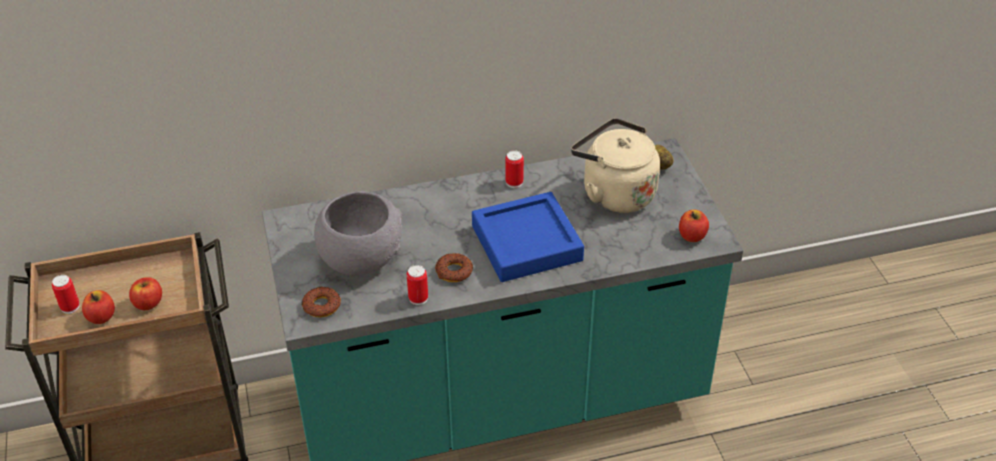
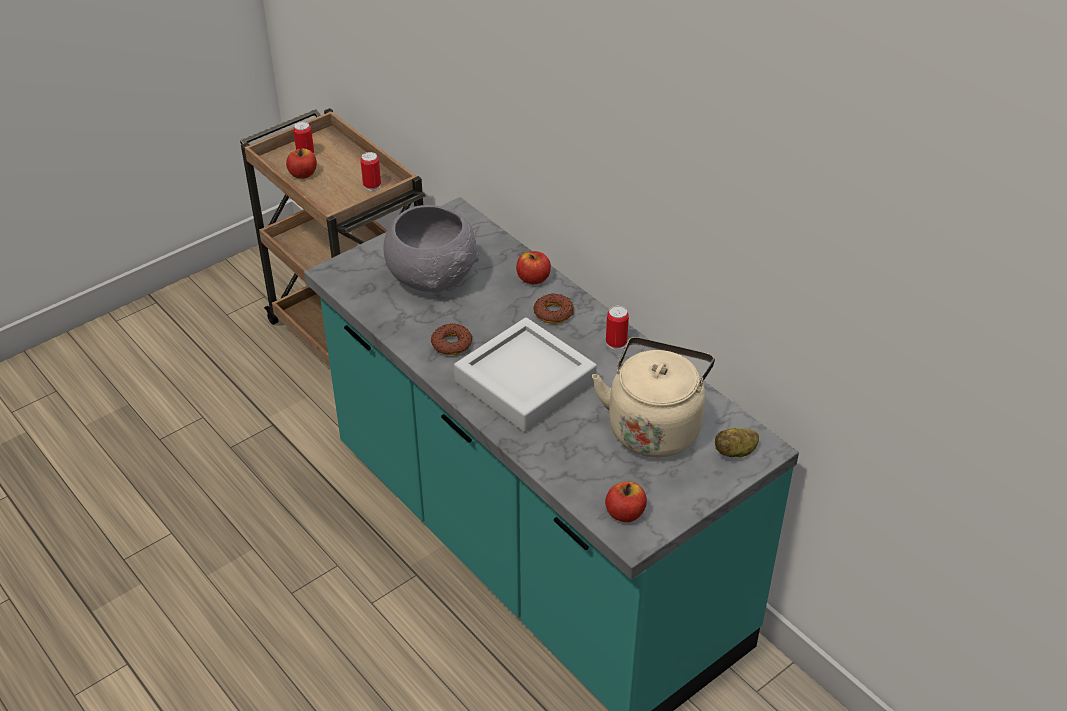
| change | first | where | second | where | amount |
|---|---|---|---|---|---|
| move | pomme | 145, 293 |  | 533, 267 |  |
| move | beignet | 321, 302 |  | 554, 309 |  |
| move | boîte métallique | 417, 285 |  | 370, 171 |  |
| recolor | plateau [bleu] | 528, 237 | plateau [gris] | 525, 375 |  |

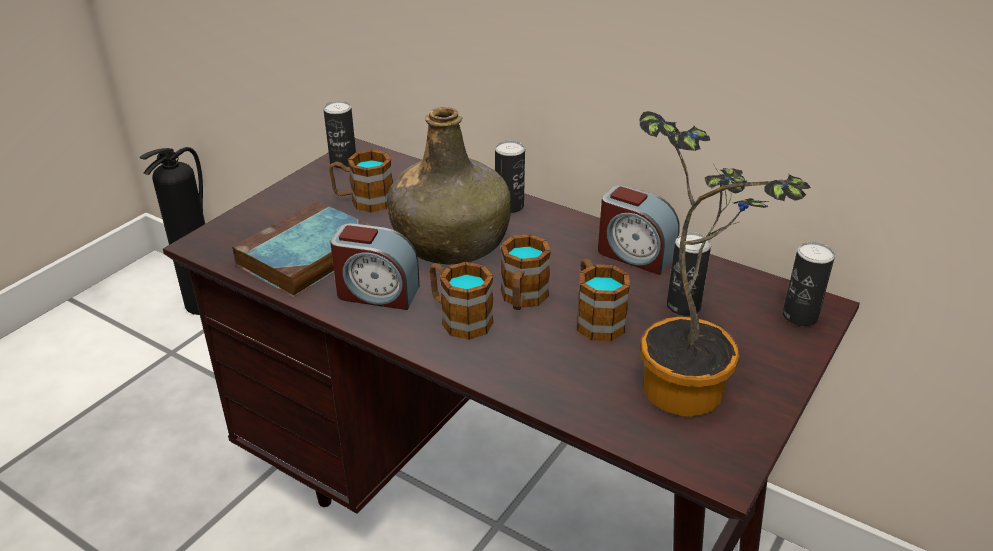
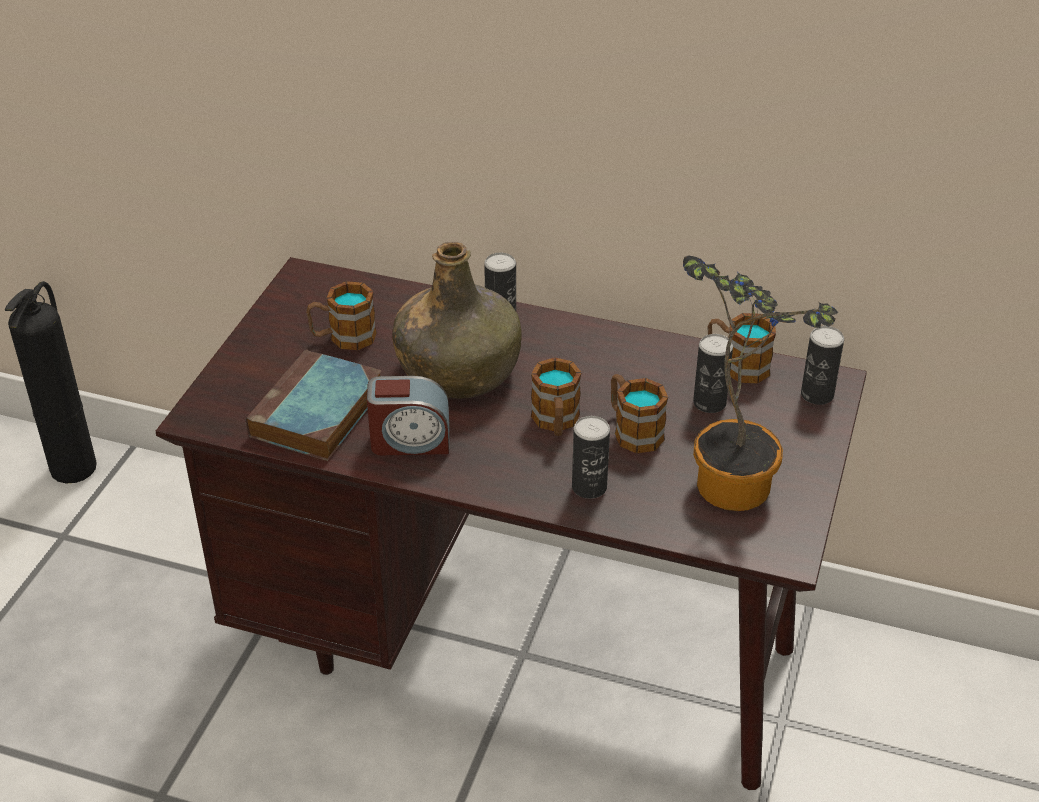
| change | first | where | second | where | amount |
|---|---|---|---|---|---|
| delete | réveil | 639, 230 |  |  |  |
| move | boîte métallique | 339, 135 |  | 591, 457 |  |
| move | mug | 461, 301 |  | 742, 348 |  |

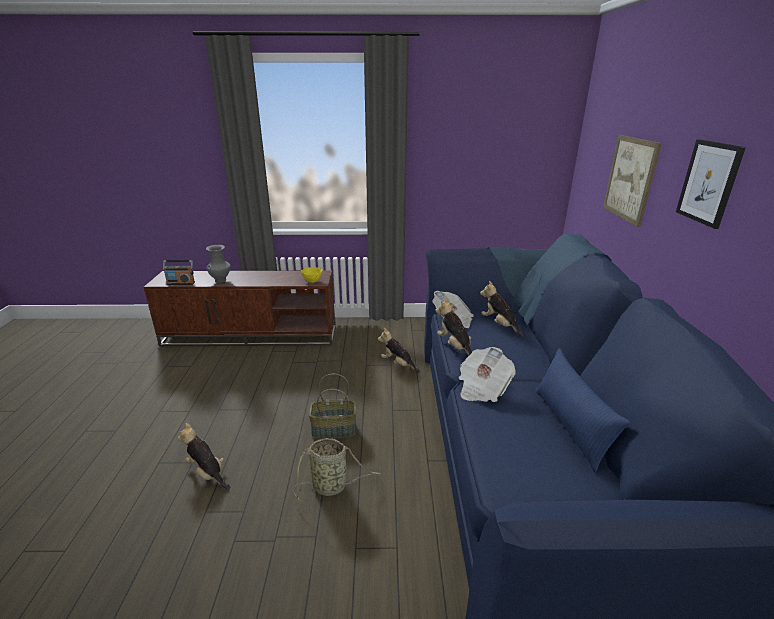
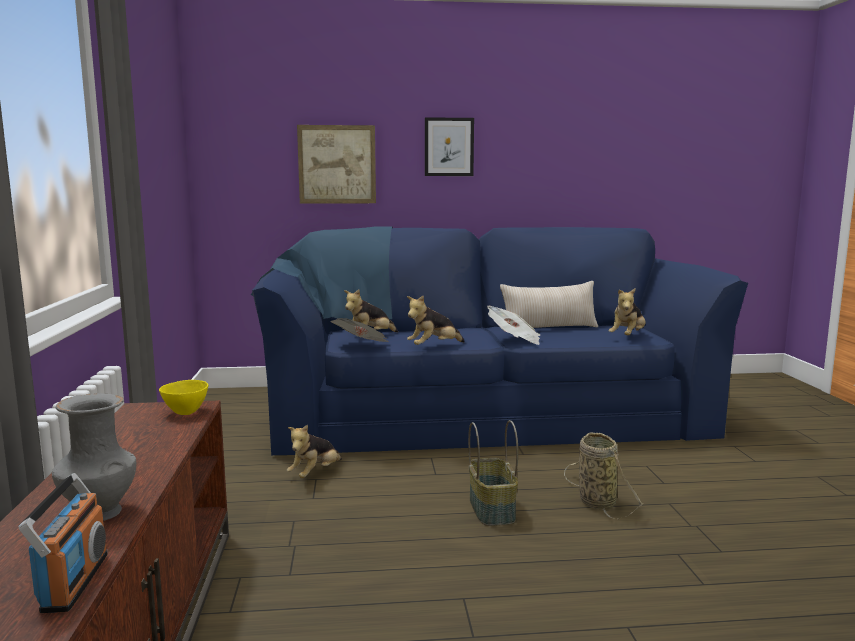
| change | first | where | second | where | amount |
|---|---|---|---|---|---|
| move | peluche | 204, 456 |  | 627, 311 |  |
| recolor | coussin [bleu] | 582, 410 | coussin [beige] | 549, 304 |  |

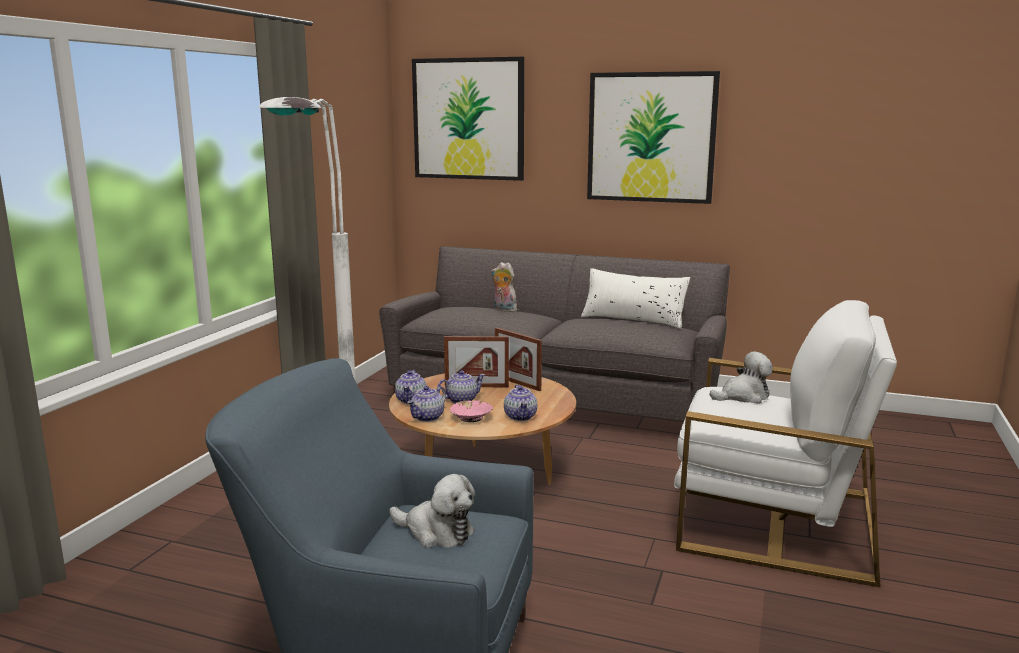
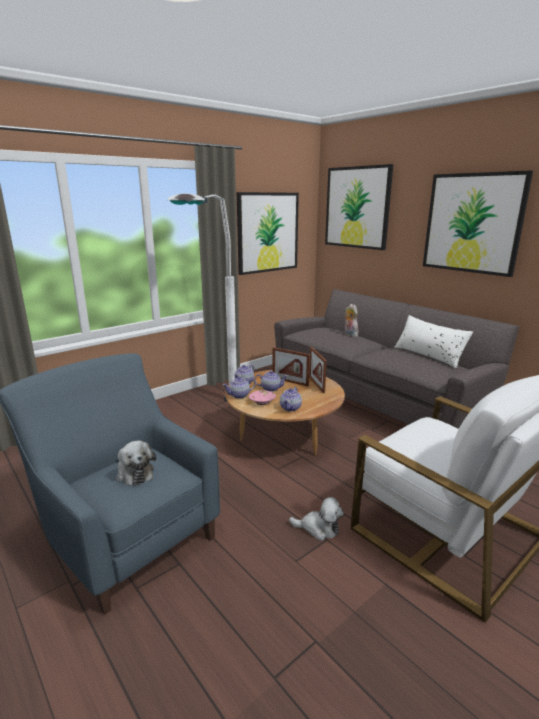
| change | first | where | second | where | amount |
|---|---|---|---|---|---|
| insert |  |  | tableau | 268, 233 |  |
| move | peluche | 741, 378 |  | 316, 519 |  |

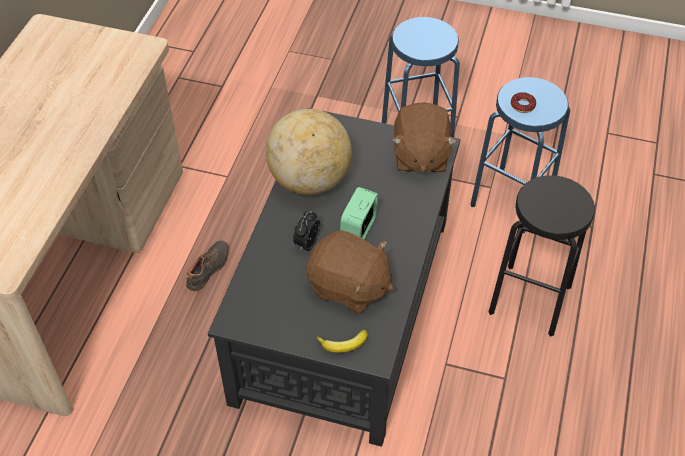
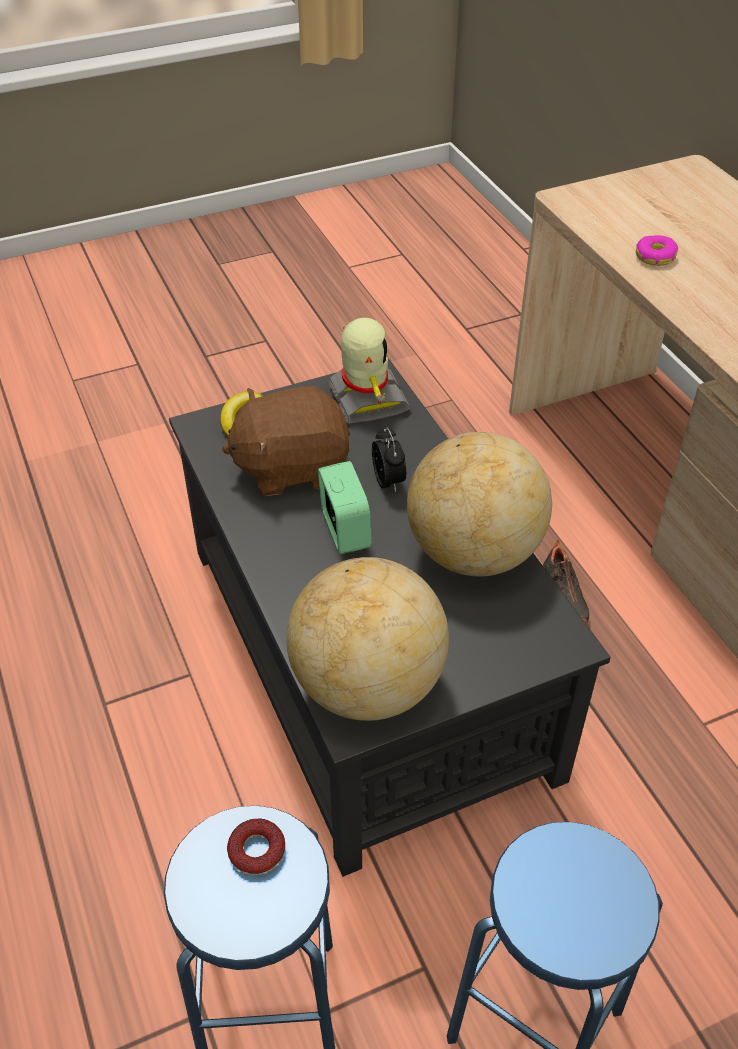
| change | first | where | second | where | amount |
|---|---|---|---|---|---|
| delete | tabouret [noir] | 542, 255 |  |  |  |
| insert |  |  | robot jouet | 370, 371 |  |
| insert |  |  | beignet | 657, 250 |  |
| replace | peluche [marron] | 424, 137 | globe | 367, 639 |  |

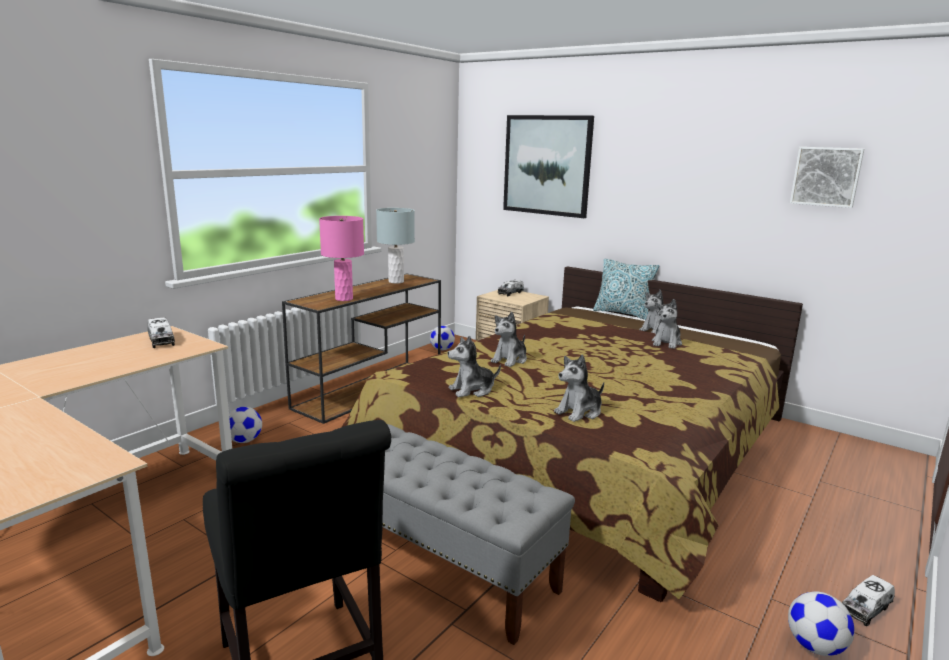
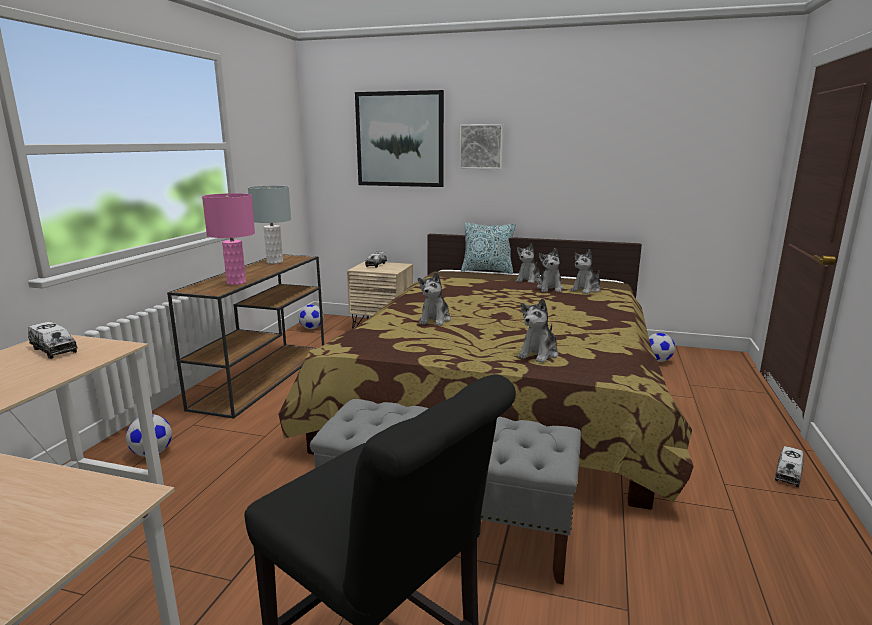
| change | first | where | second | where | amount |
|---|---|---|---|---|---|
| move | peluche | 474, 366 |  | 585, 271 |  |
| move | ballon de foot | 821, 623 |  | 662, 347 |  |
| move | tableau | 827, 177 |  | 481, 146 |  |

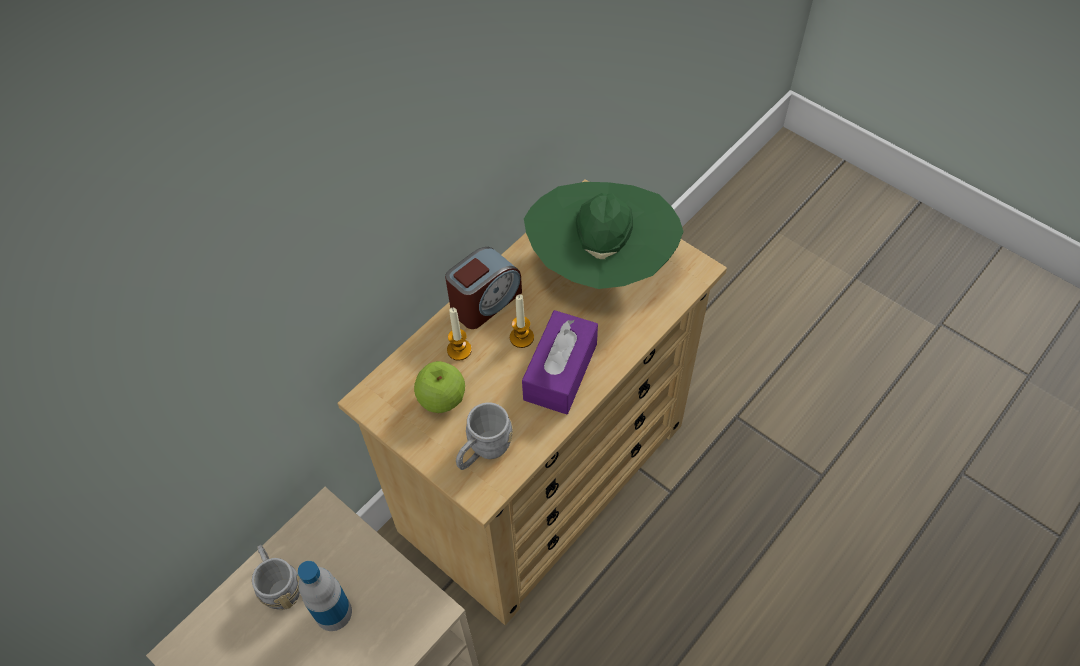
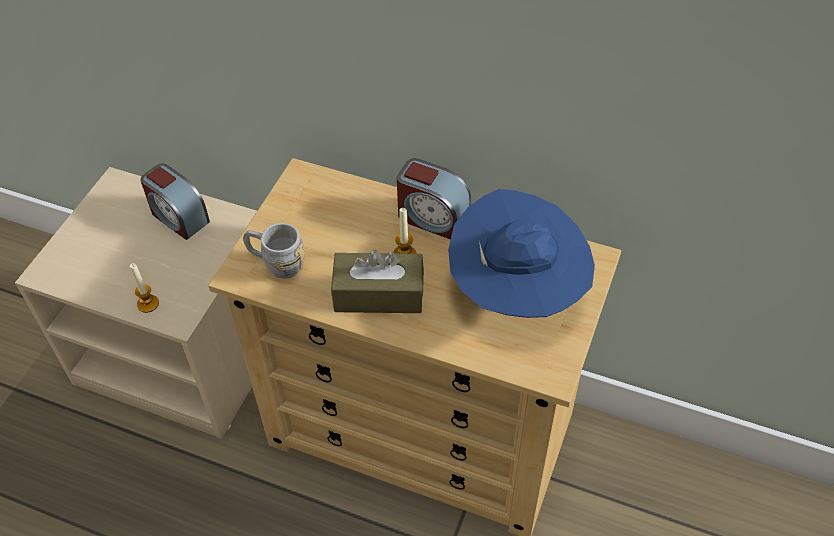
| change | first | where | second | where | amount |
|---|---|---|---|---|---|
| delete | bouteille | 325, 596 |  |  |  |
| delete | pomme | 439, 387 |  |  |  |
| move | bougie | 459, 334 |  | 144, 288 |  |
| replace | mug [gris] | 276, 577 | réveil | 175, 201 |  |
| recolor | boîte à mouchoirs [violet] | 560, 362 | boîte à mouchoirs [marron] | 377, 281 |  |
| recolor | chapeau [vert] | 603, 235 | chapeau [bleu] | 521, 253 |  |

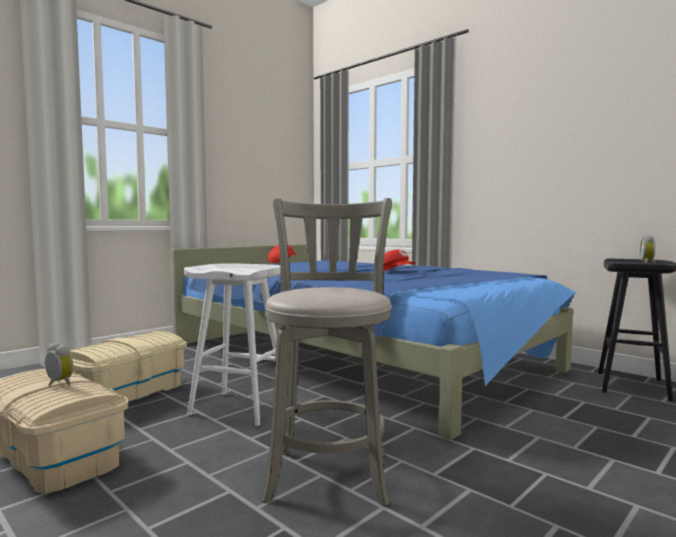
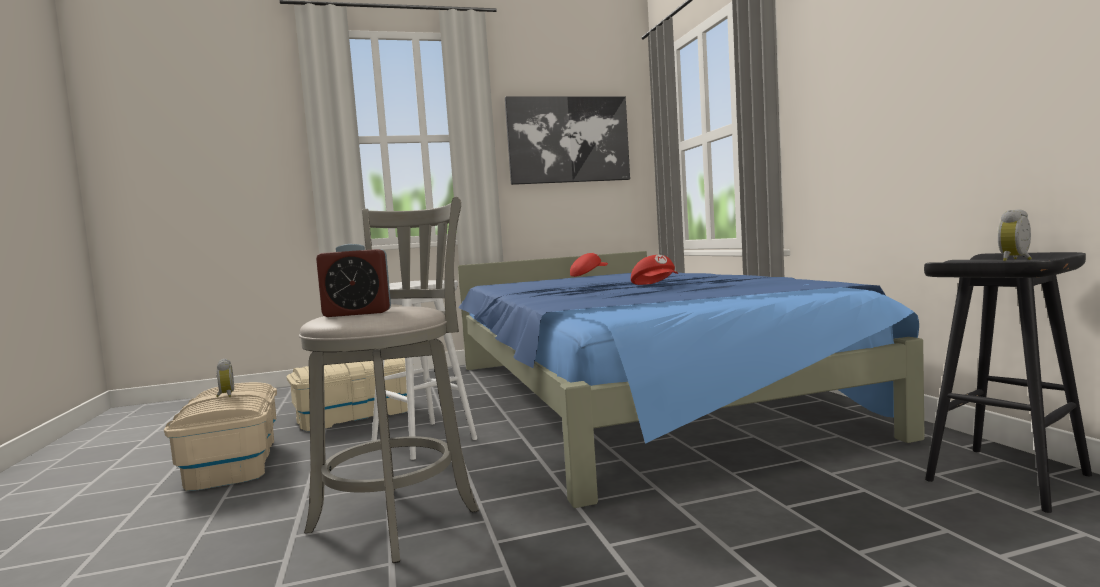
| change | first | where | second | where | amount |
|---|---|---|---|---|---|
| insert |  |  | réveil | 353, 280 |  |
| insert |  |  | tableau | 567, 140 |  |

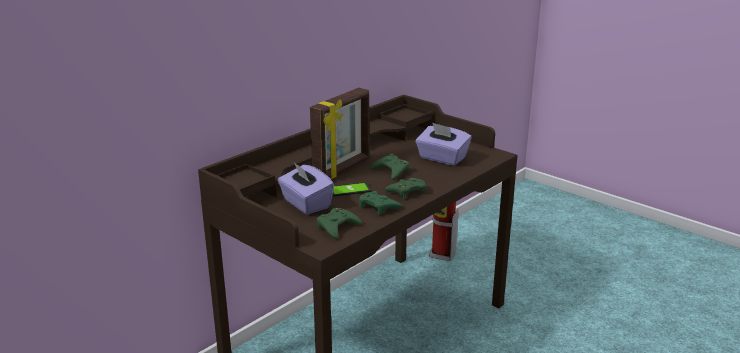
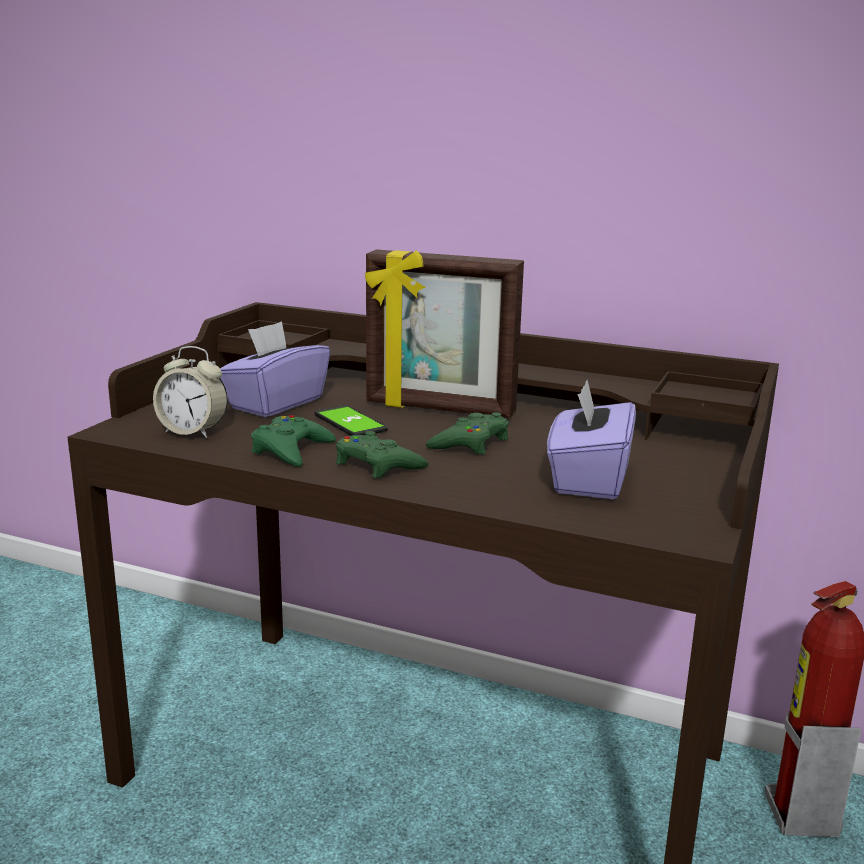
| change | first | where | second | where | amount |
|---|---|---|---|---|---|
| replace | manette [vert] | 339, 223 | réveil | 190, 392 |  |

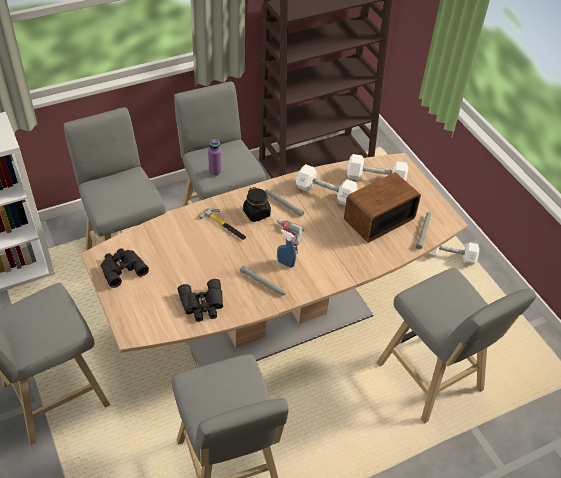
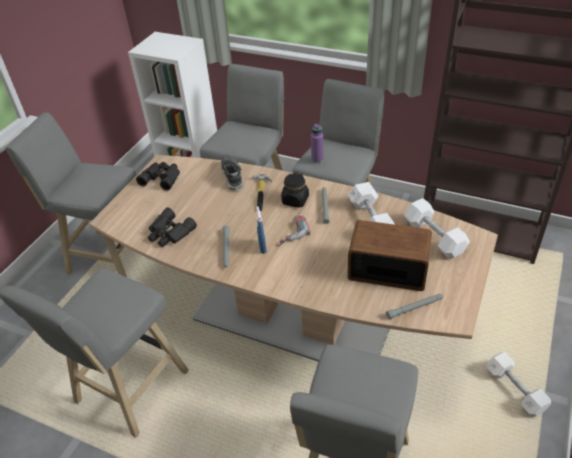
| change | first | where | second | where | amount |
|---|---|---|---|---|---|
| insert |  |  | chaussure | 232, 173 |  |

